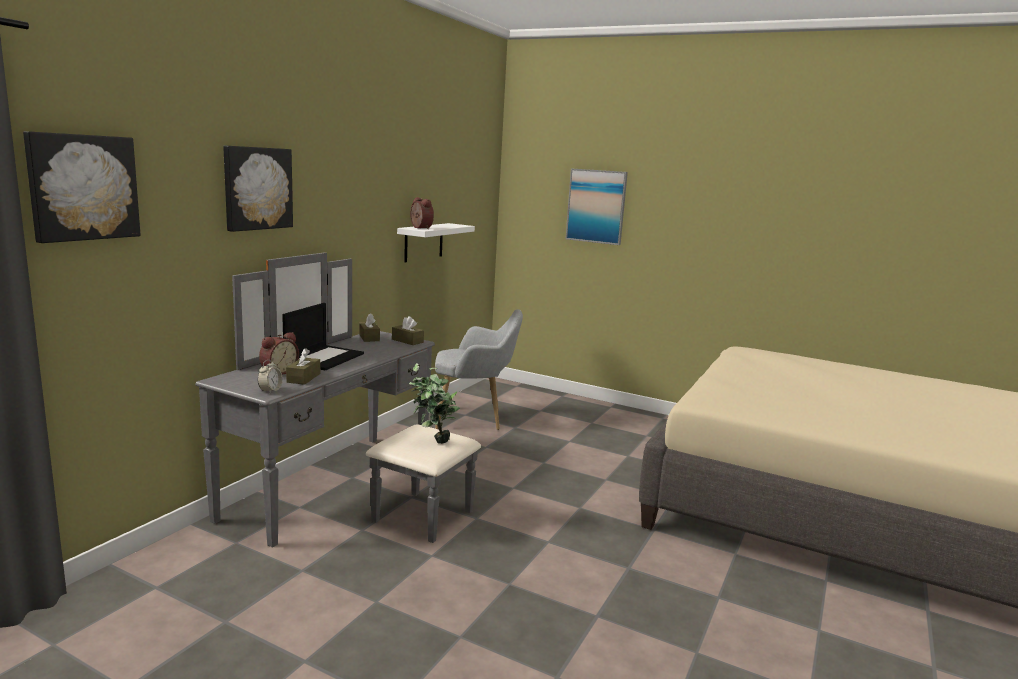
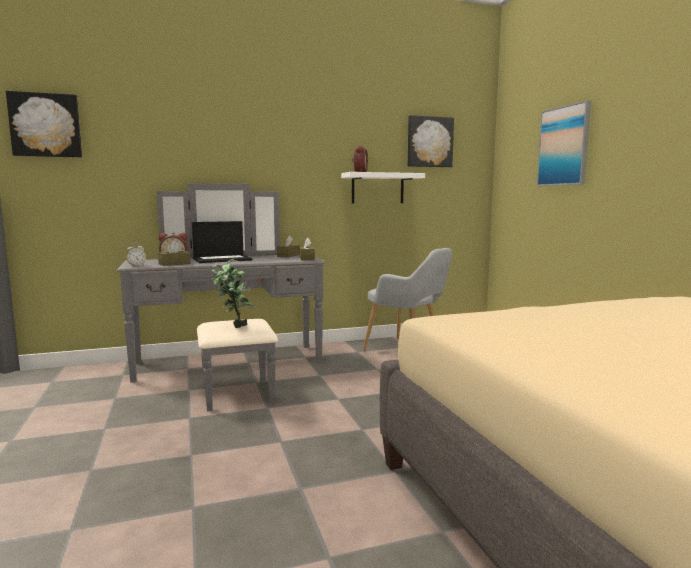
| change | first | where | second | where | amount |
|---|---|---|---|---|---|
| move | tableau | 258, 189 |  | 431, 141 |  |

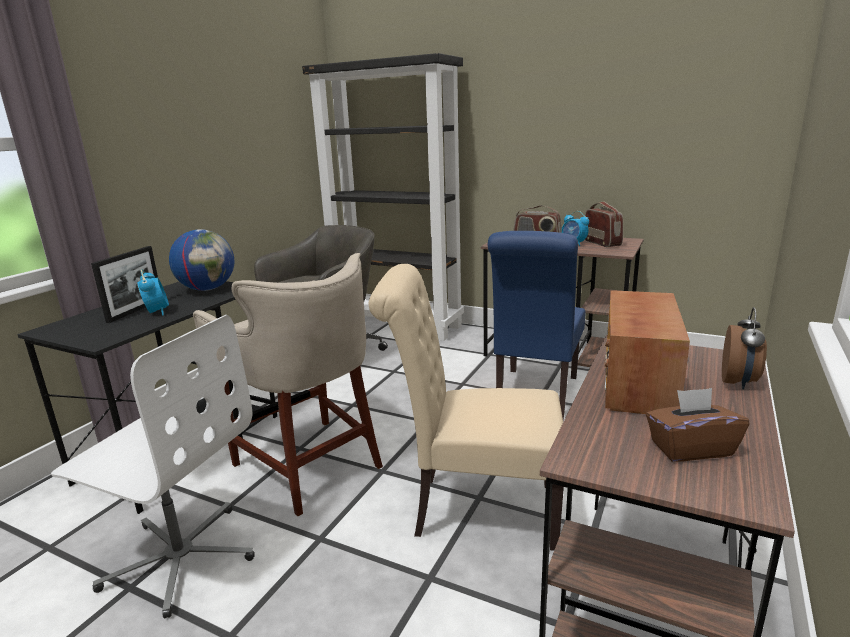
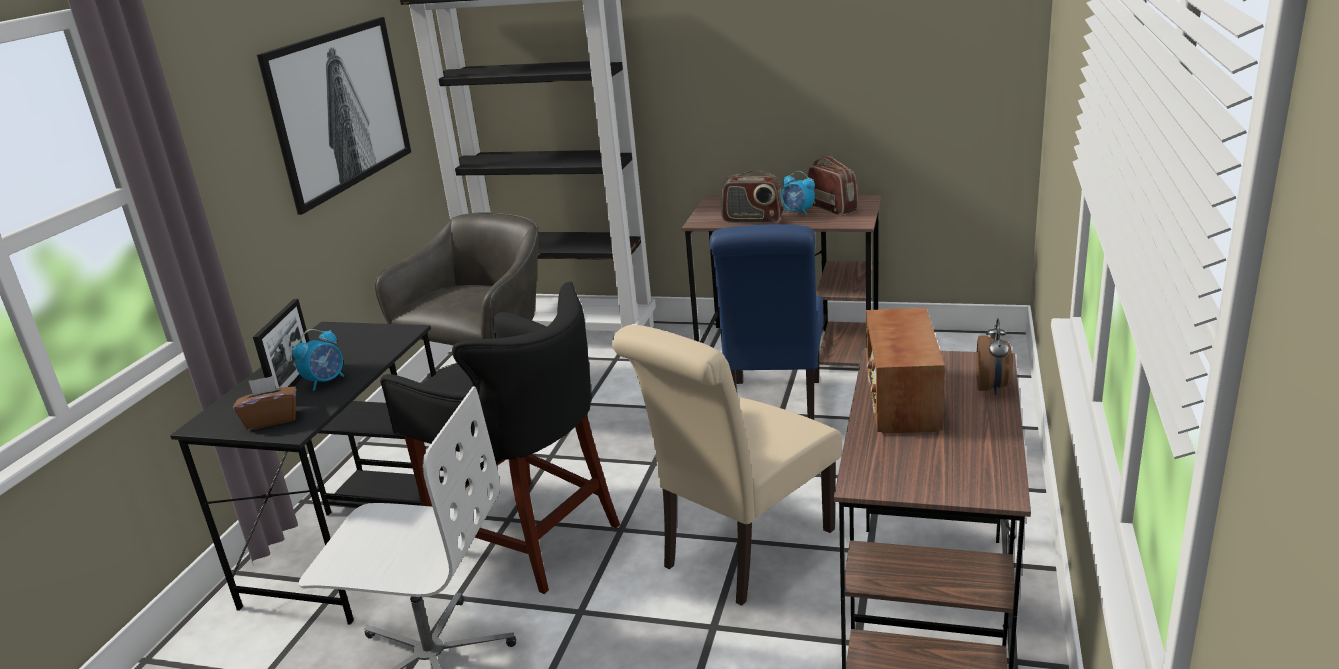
| change | first | where | second | where | amount |
|---|---|---|---|---|---|
| delete | globe | 201, 260 |  |  |  |
| insert |  |  | tableau | 334, 115 |  |
| move | boîte à mouchoirs [marron] | 698, 425 |  | 264, 403 |  |
| recolor | tabouret [beige] | 288, 384 | tabouret [noir] | 500, 438 |  |
| rotate | réveil | 153, 292 |  | 318, 360 | 75 degrees clockwise |
| rotate | chaise [beige] | 466, 407 |  | 727, 465 | 45 degrees counterclockwise |

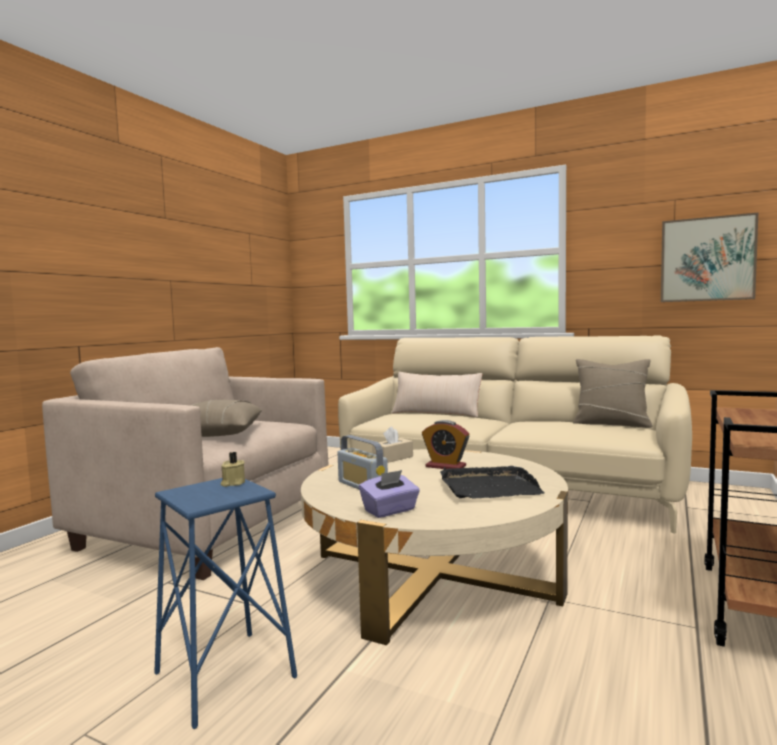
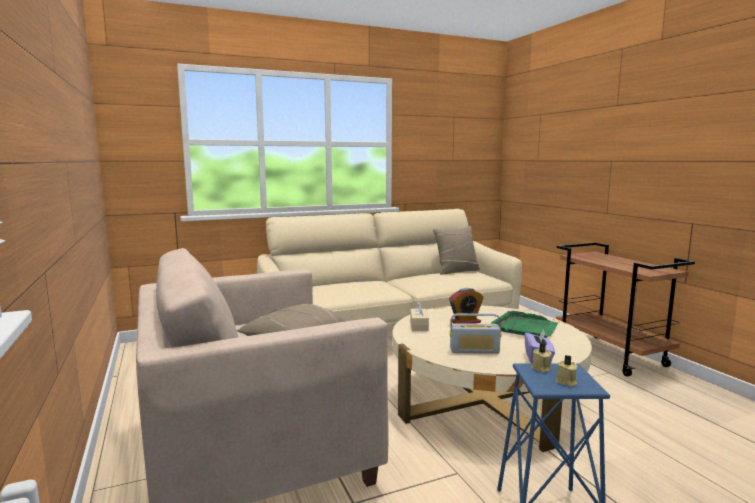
| change | first | where | second | where | amount |
|---|---|---|---|---|---|
| delete | coussin [beige] | 437, 394 |  |  |  |
| delete | tableau | 710, 257 |  |  |  |
| insert |  |  | bougie [beige] | 566, 371 |  |
| recolor | plateau [noir] | 492, 482 | plateau [vert] | 524, 324 |  |

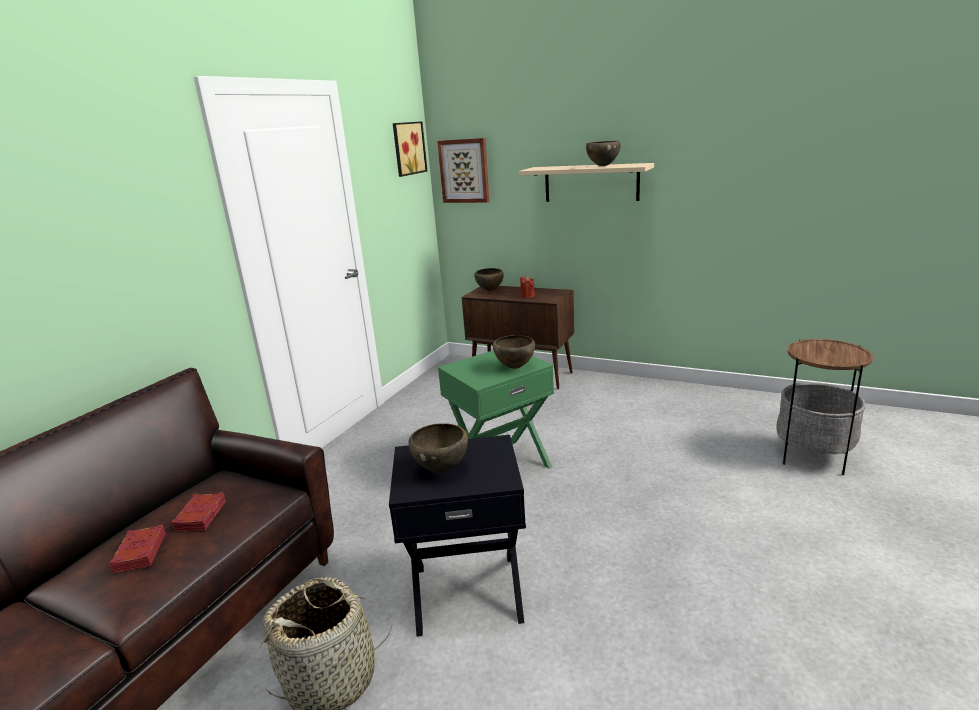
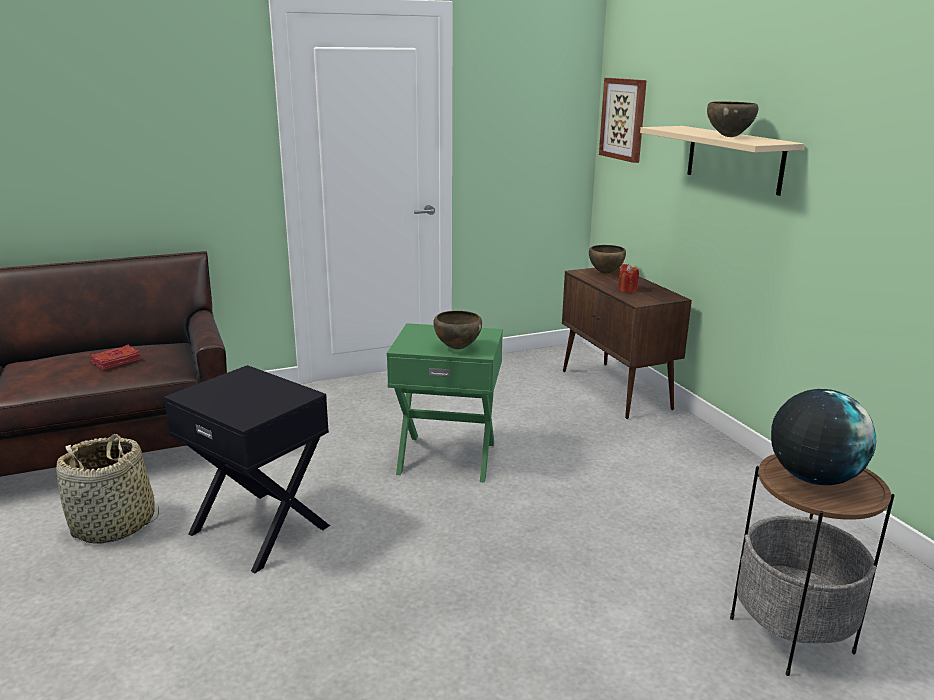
| change | first | where | second | where | amount |
|---|---|---|---|---|---|
| delete | livre [rouge] | 137, 548 |  |  |  |
| delete | tableau | 410, 149 |  |  |  |
| delete | bol [marron] | 438, 448 |  |  |  |
| insert |  |  | globe | 824, 437 |  |

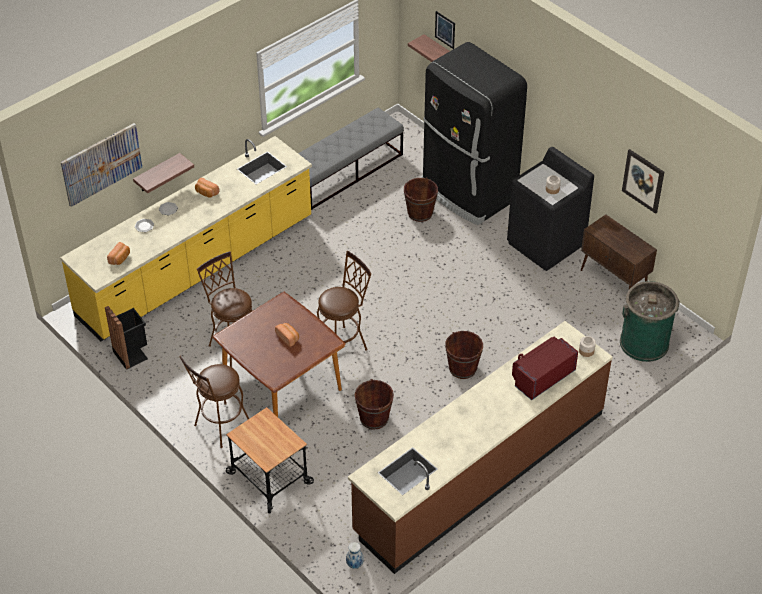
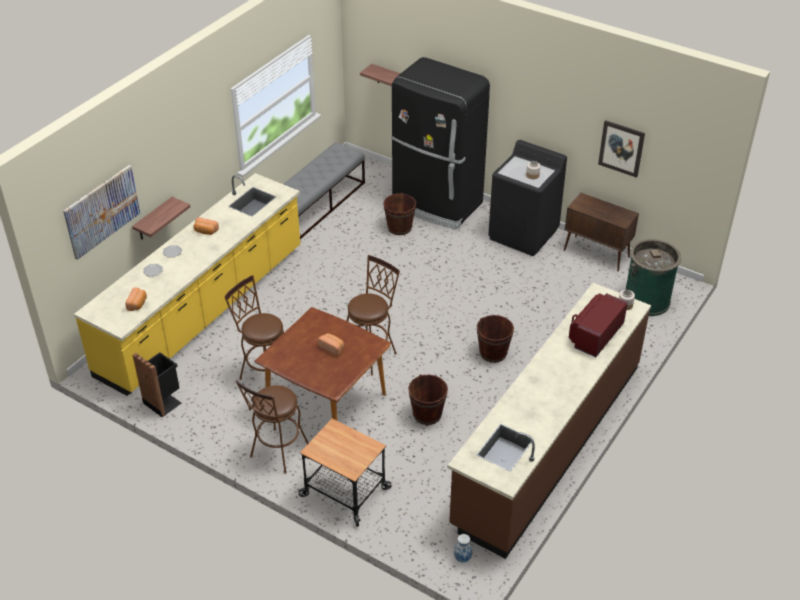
| change | first | where | second | where | amount |
|---|---|---|---|---|---|
| delete | tableau | 445, 30 |  |  |  |

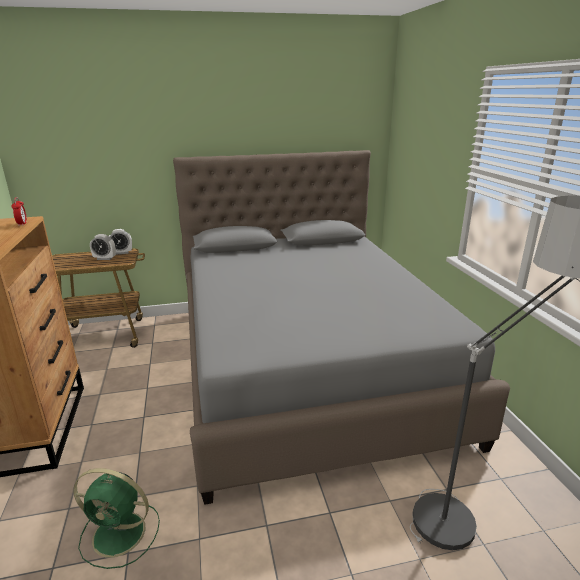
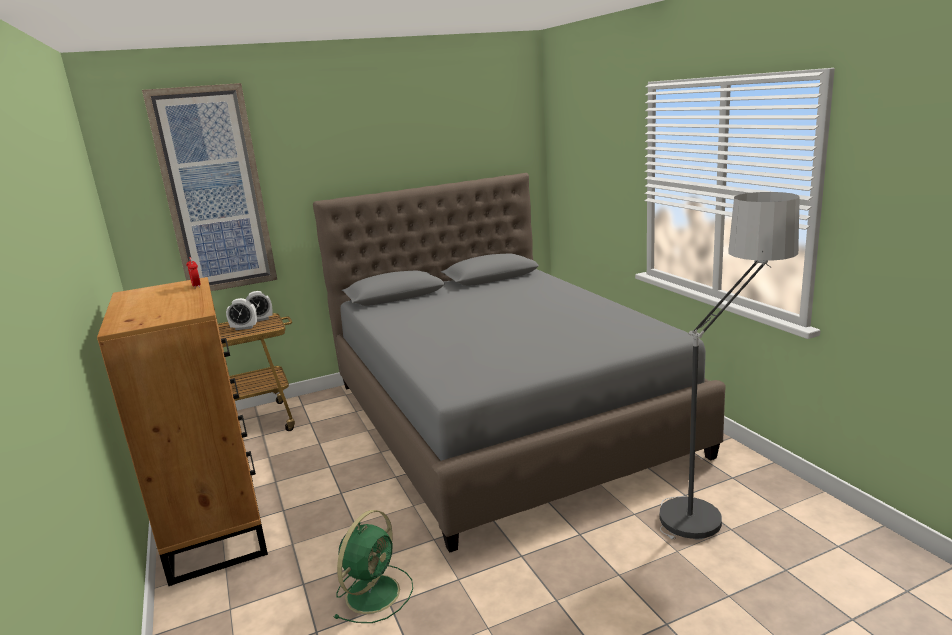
| change | first | where | second | where | amount |
|---|---|---|---|---|---|
| insert |  |  | tableau | 209, 187 |  |
| rotate | ventilateur [vert] | 116, 518 |  | 373, 566 | 60 degrees counterclockwise |

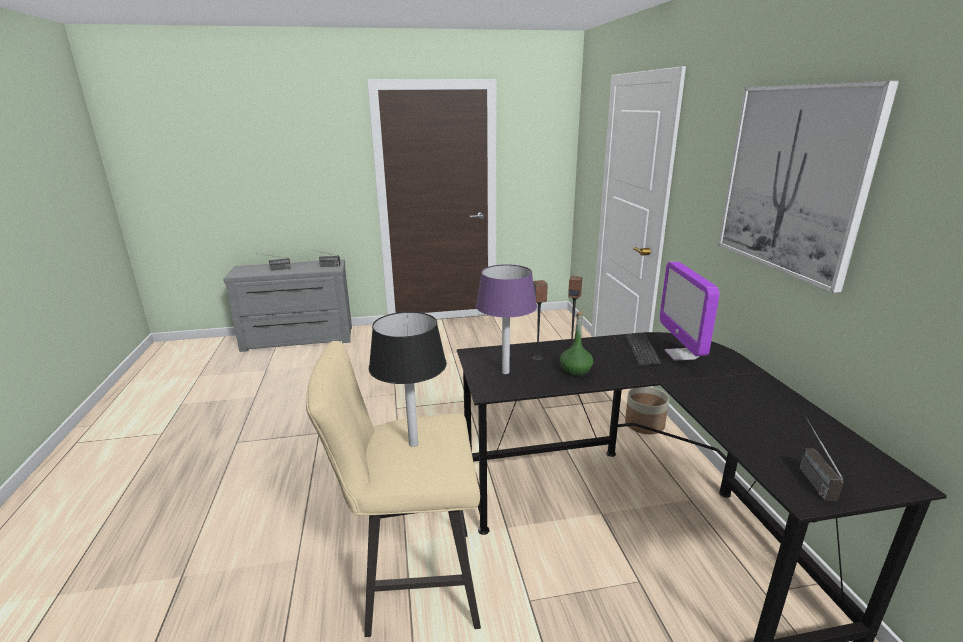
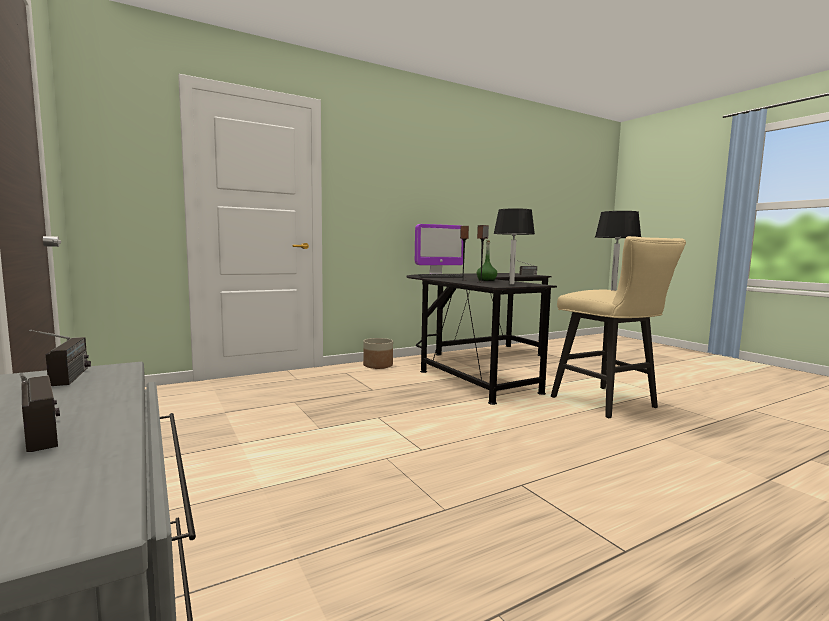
| change | first | where | second | where | amount |
|---|---|---|---|---|---|
| delete | tableau | 808, 187 |  |  |  |
| recolor | lampe de table [violet] | 506, 319 | lampe de table [noir] | 514, 246 |  |

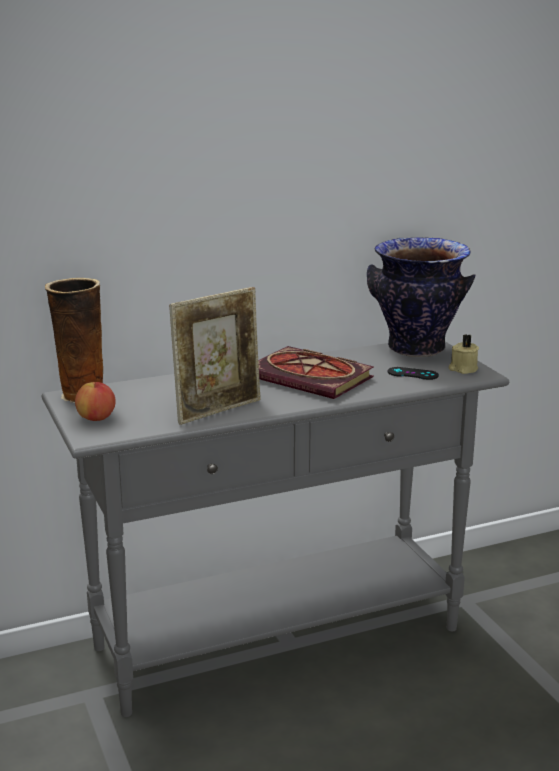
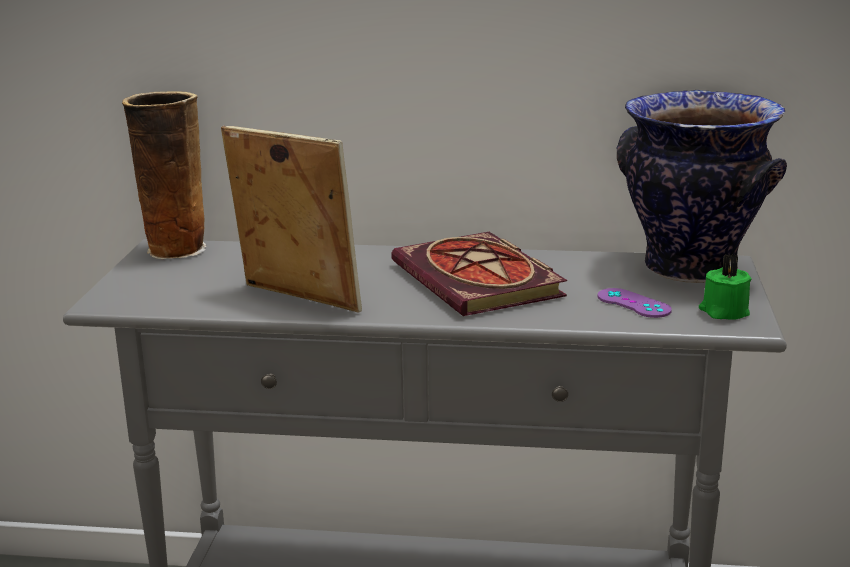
| change | first | where | second | where | amount |
|---|---|---|---|---|---|
| delete | pomme | 95, 401 |  |  |  |
| recolor | manette [noir] | 413, 373 | manette [violet] | 634, 303 |  |
| recolor | bougie [beige] | 464, 354 | bougie [vert] | 725, 287 |  |
| rotate | cadre photo | 214, 356 |  | 291, 218 | 135 degrees counterclockwise |

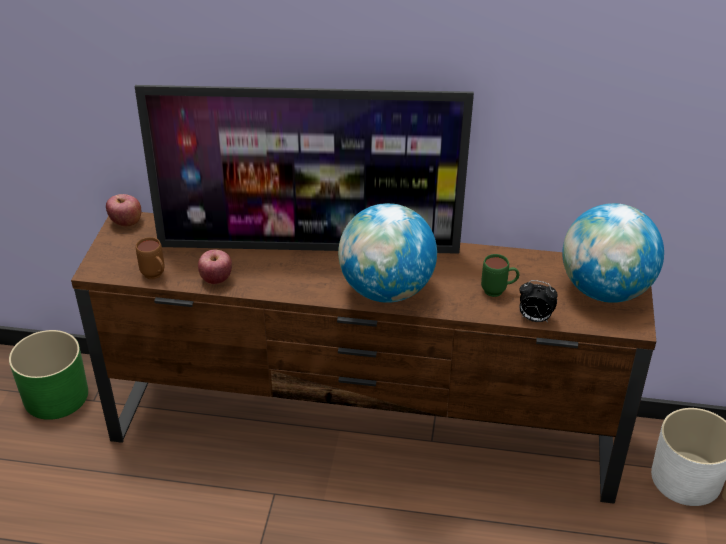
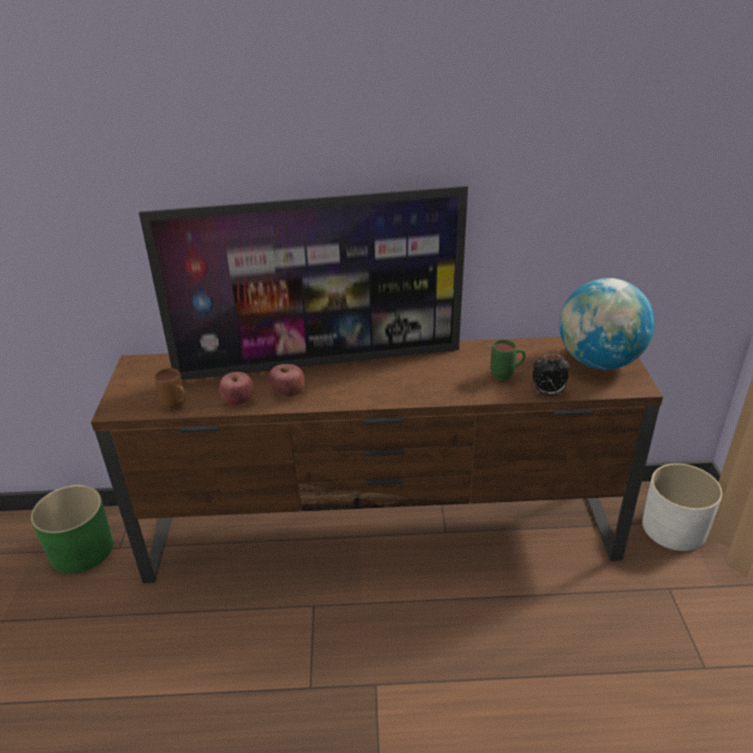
| change | first | where | second | where | amount |
|---|---|---|---|---|---|
| delete | globe | 387, 253 |  |  |  |
| move | pomme | 123, 210 |  | 287, 380 |  |

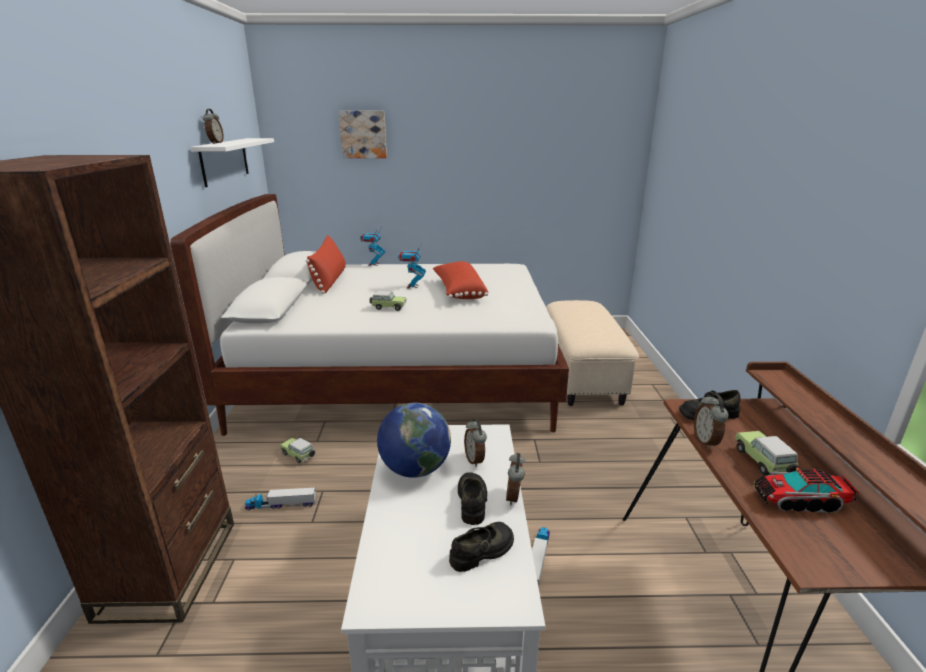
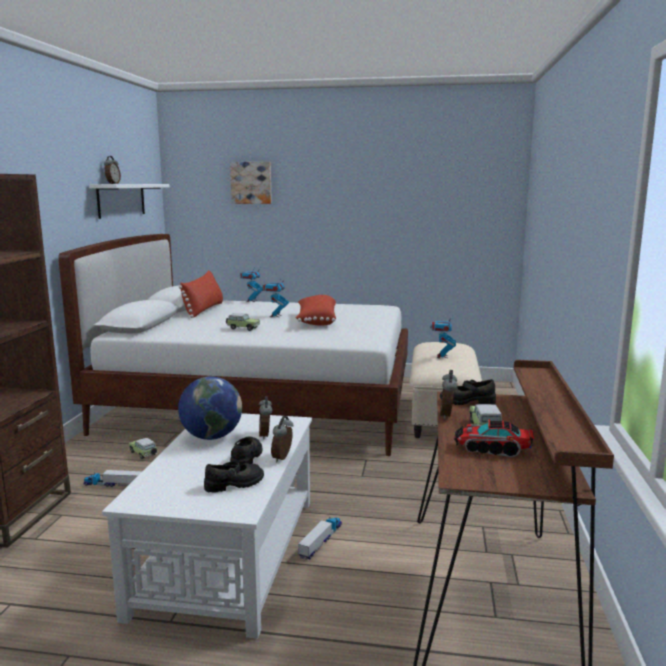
| change | first | where | second | where | amount |
|---|---|---|---|---|---|
| insert |  |  | robot jouet | 443, 336 |  |

